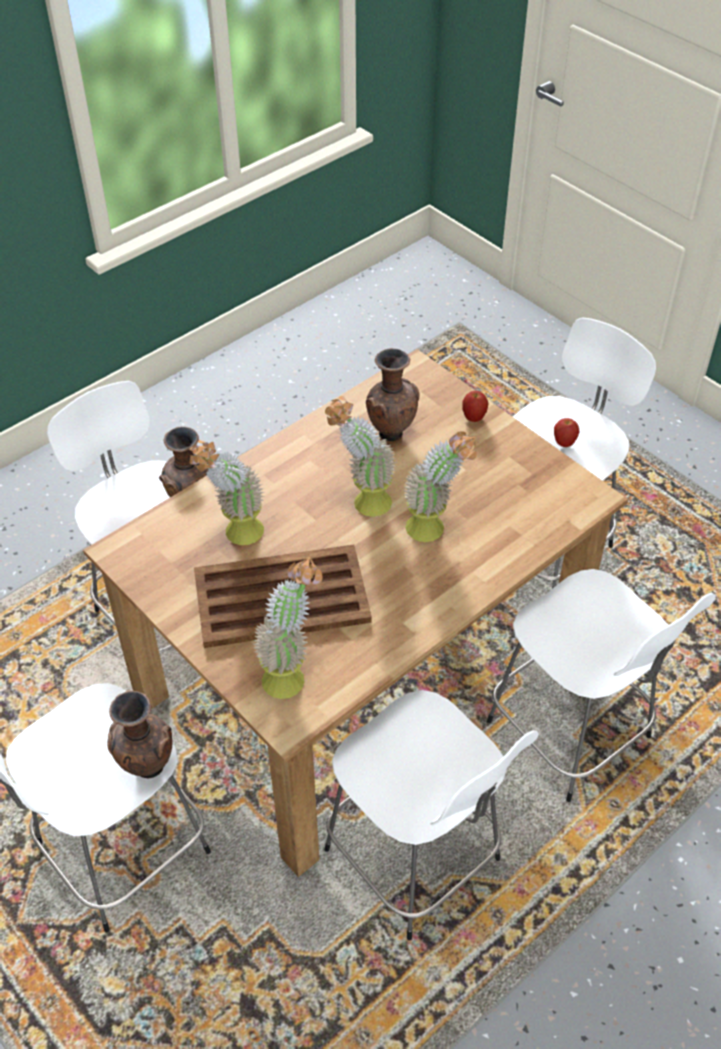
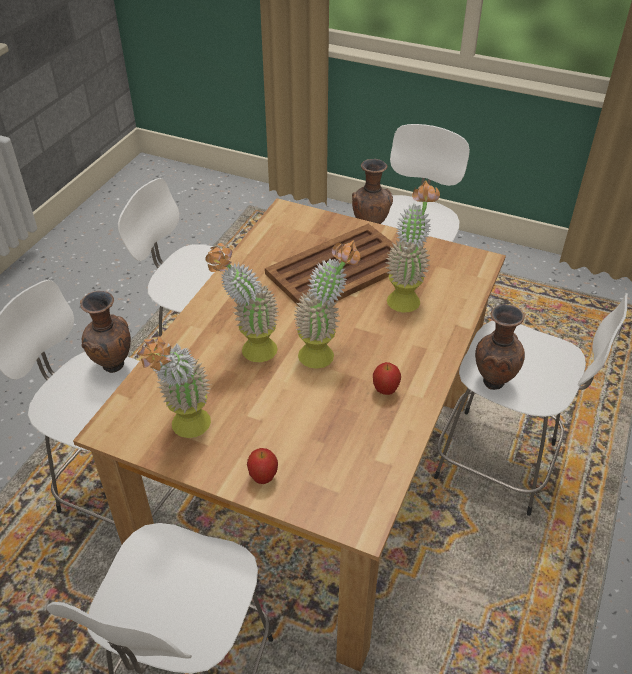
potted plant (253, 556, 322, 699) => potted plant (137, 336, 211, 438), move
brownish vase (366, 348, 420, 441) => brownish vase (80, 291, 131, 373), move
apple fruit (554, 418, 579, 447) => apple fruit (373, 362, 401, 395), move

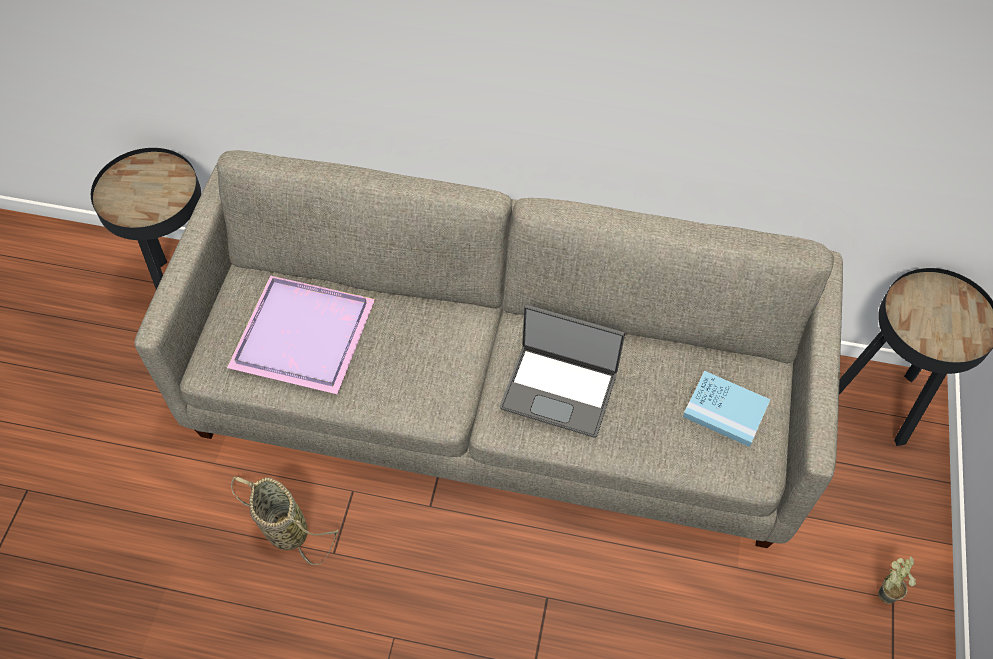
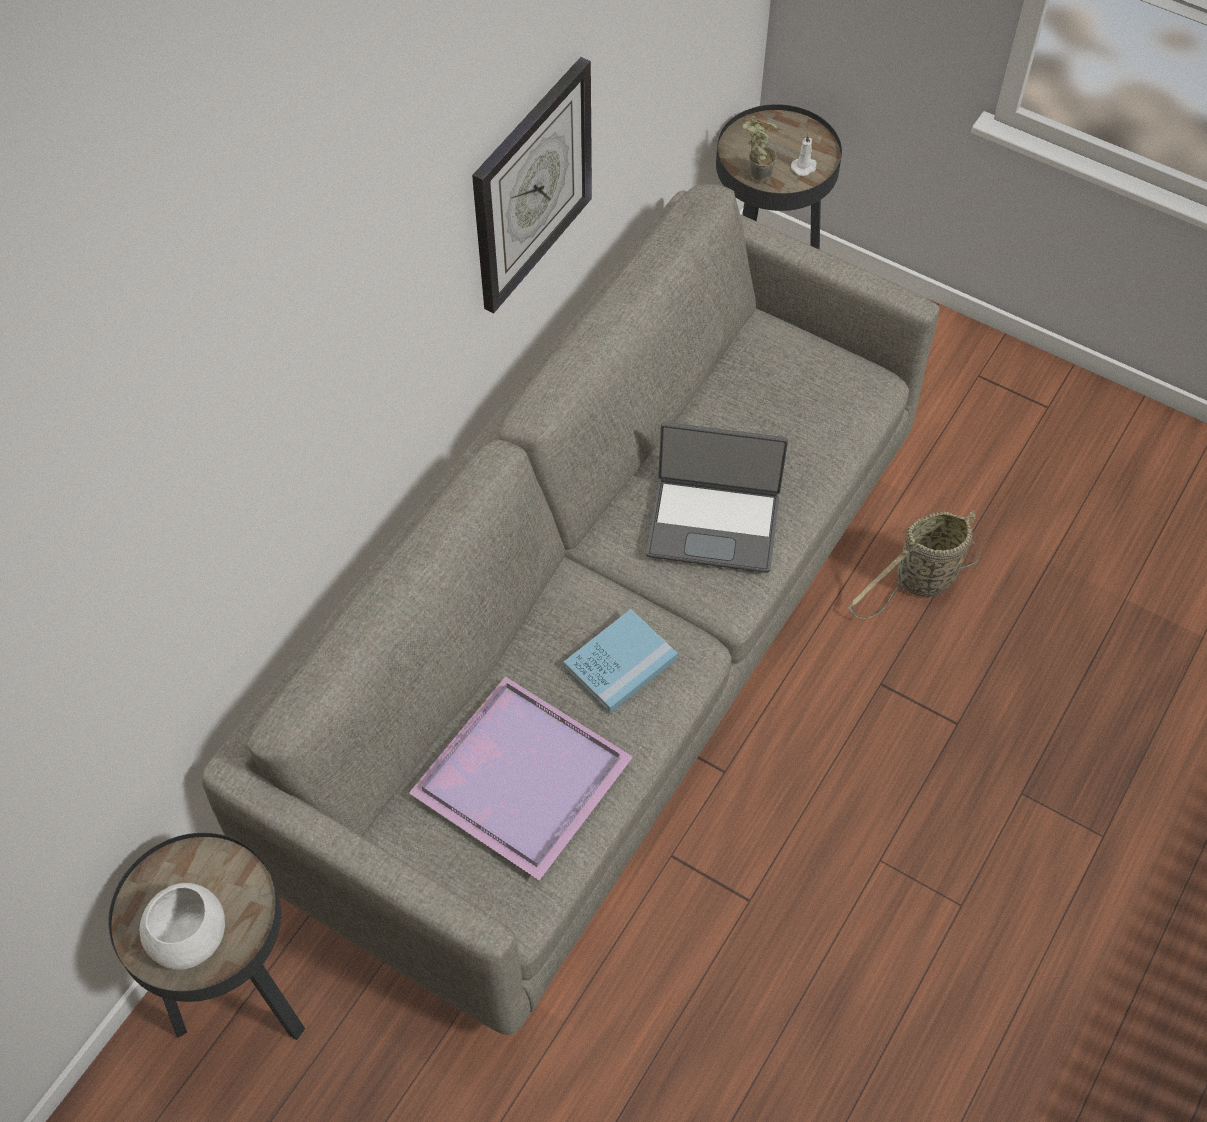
nothing => white bowl (139, 883, 225, 970)
nothing => wall clock (472, 57, 592, 314)
nothing => white wax candle (791, 133, 817, 176)
basket (231, 476, 338, 565) => basket (848, 511, 980, 619), move
bluish book (683, 371, 771, 447) => bluish book (564, 609, 678, 713), move
potted plant (878, 556, 916, 604) => potted plant (742, 114, 777, 184), move
laptop (500, 305, 625, 438) => laptop (646, 422, 788, 573), 60 degrees clockwise

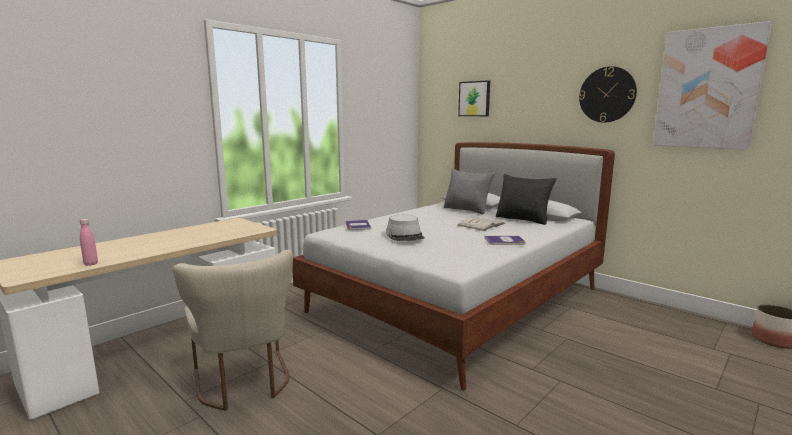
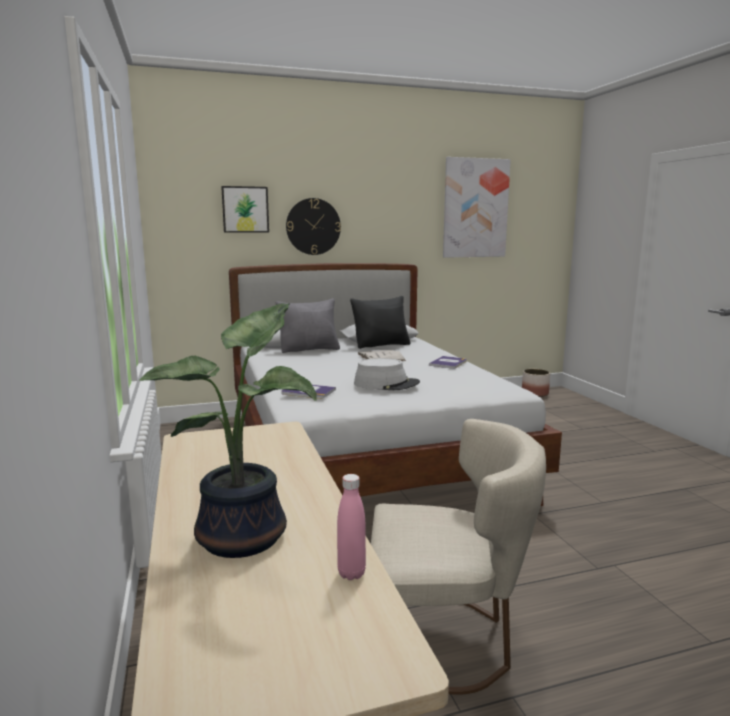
nothing => potted plant (139, 303, 317, 558)
wall clock (579, 66, 637, 123) => wall clock (286, 198, 341, 255), move

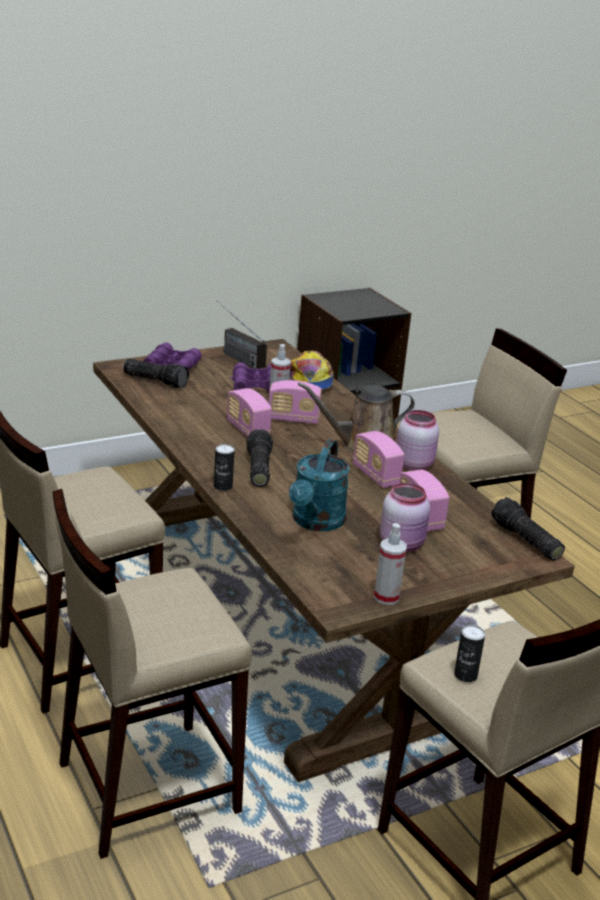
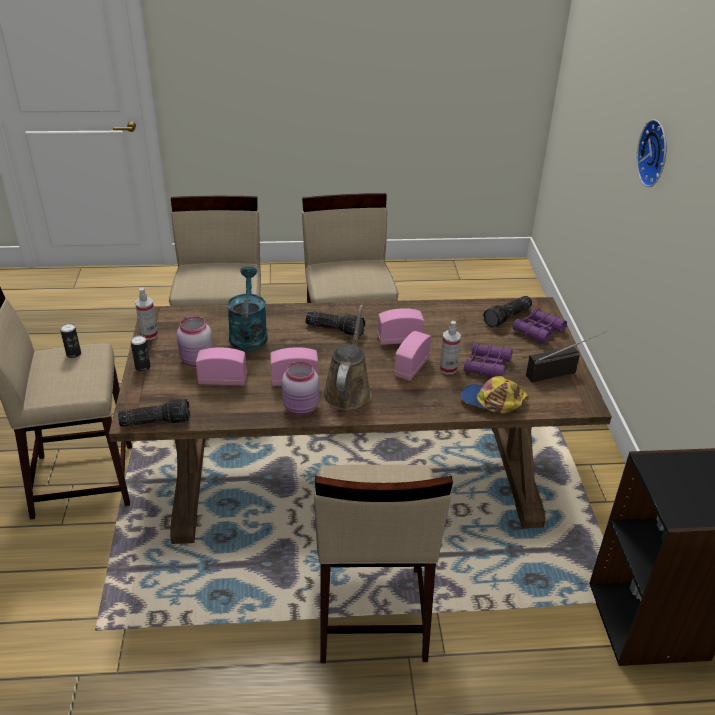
nothing => wall clock (637, 119, 666, 187)
sealed can (214, 444, 235, 491) => sealed can (131, 335, 150, 372), move
blue-green watering can (289, 439, 350, 531) => blue-green watering can (227, 266, 267, 351), 45 degrees clockwise

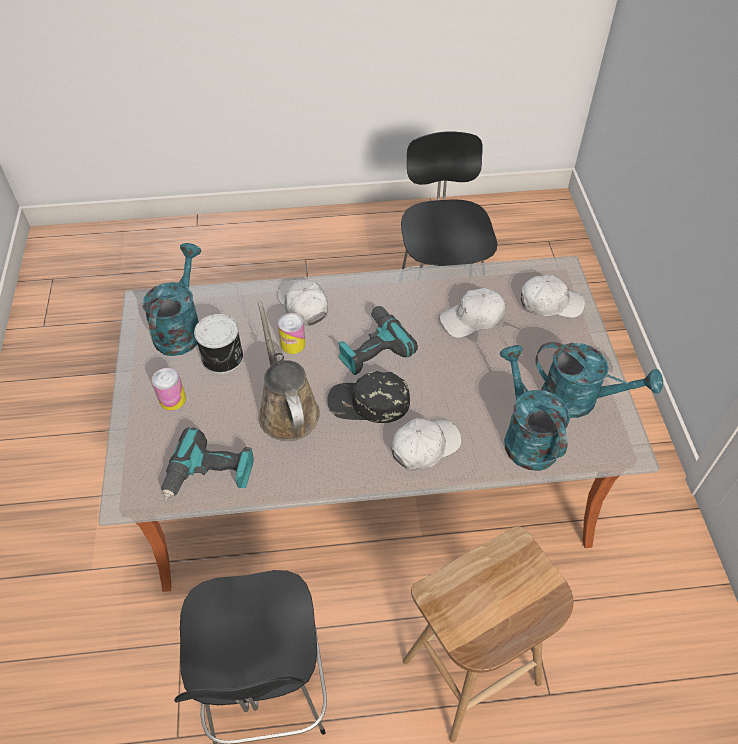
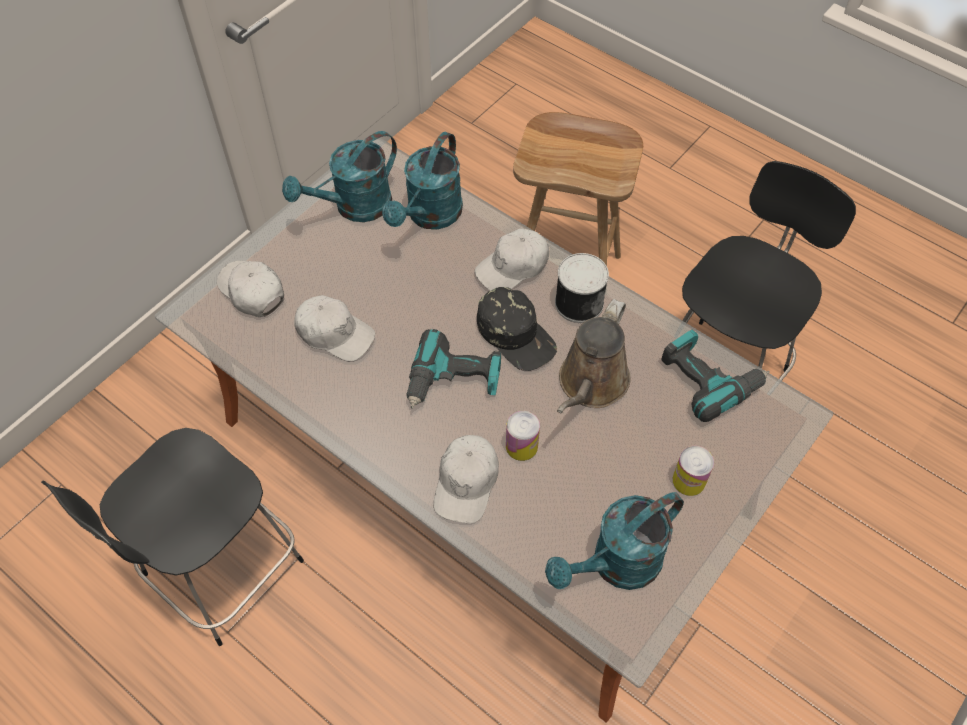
sealed can (194, 314, 244, 374) => sealed can (555, 253, 609, 323), move
white peaked cap (391, 418, 461, 471) => white peaked cap (474, 229, 549, 291), 45 degrees counterclockwise
blue-green watering can (535, 342, 663, 418) => blue-green watering can (282, 131, 397, 222), 105 degrees counterclockwise

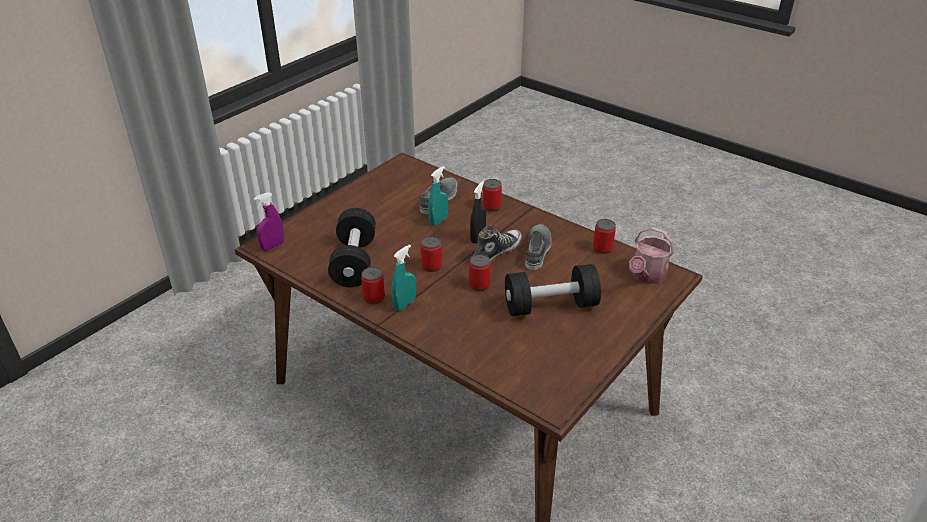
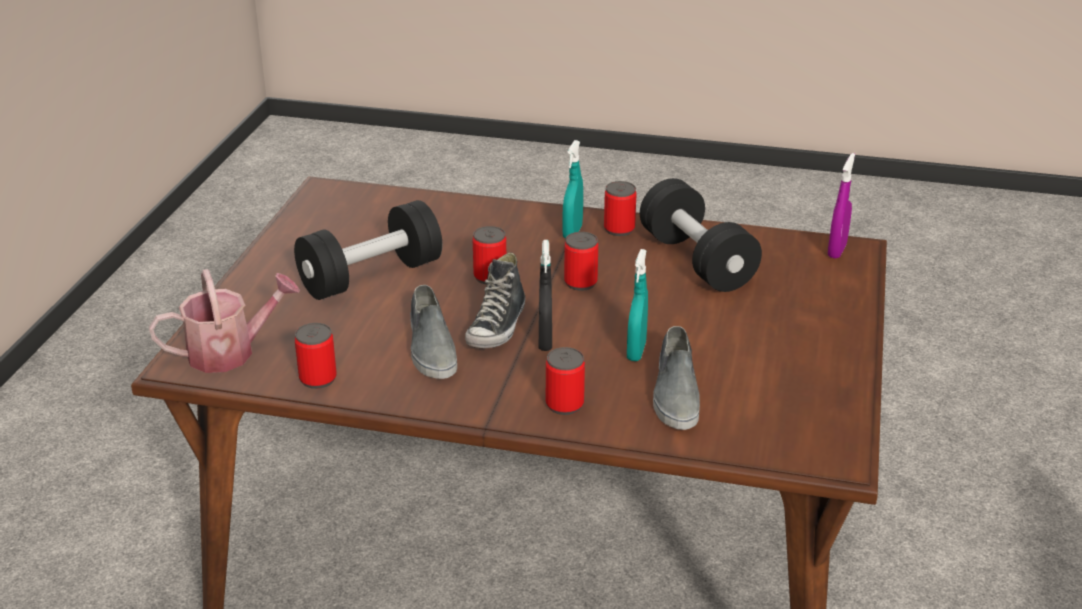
watering can (629, 227, 674, 284) => watering can (149, 269, 300, 373), 60 degrees clockwise

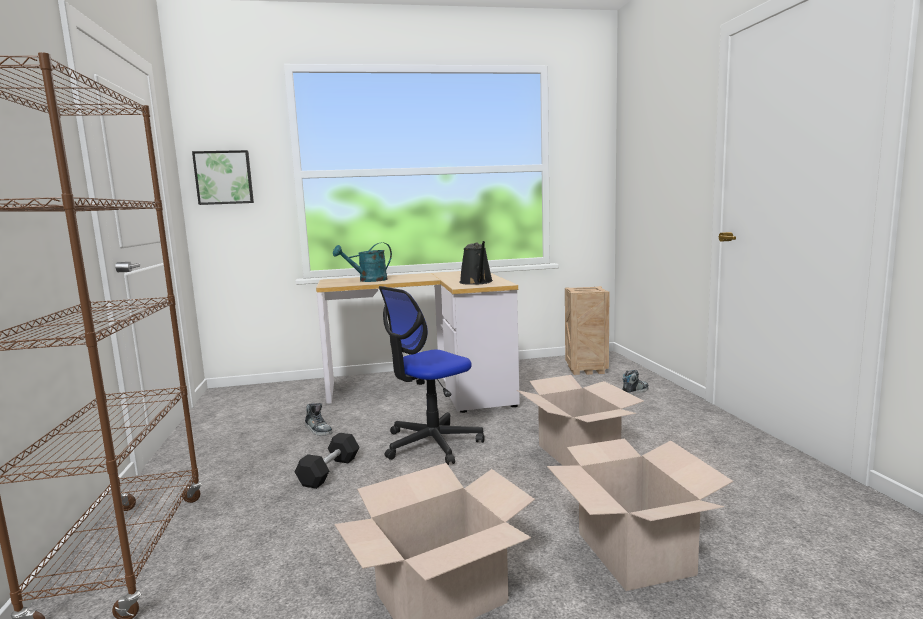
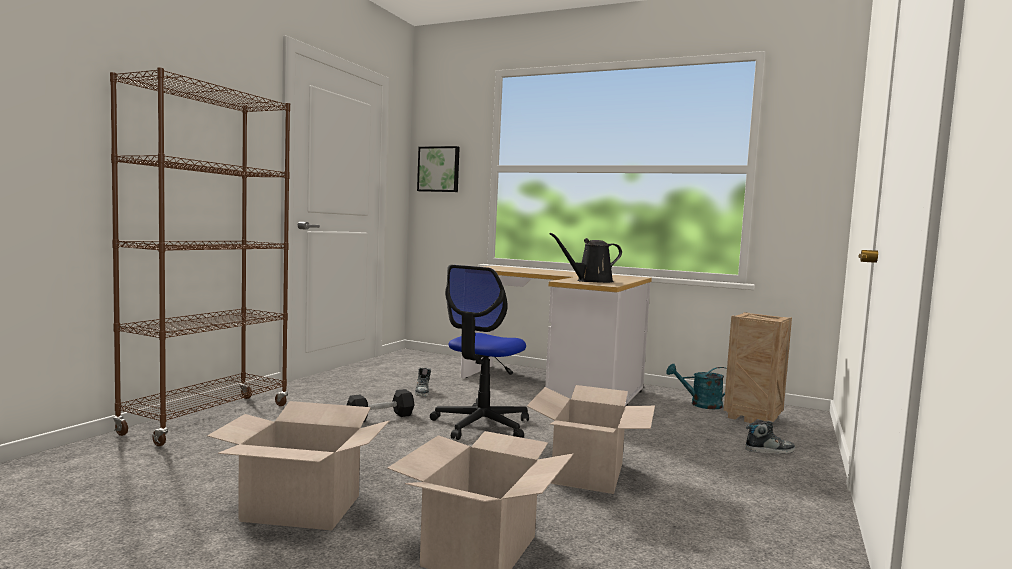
blue-green watering can (333, 242, 392, 282) => blue-green watering can (666, 363, 727, 409), move
office chair (379, 286, 485, 465) => office chair (430, 265, 529, 440), 60 degrees counterclockwise
black-coloured watering can (459, 241, 493, 285) => black-coloured watering can (550, 233, 622, 283), 45 degrees clockwise

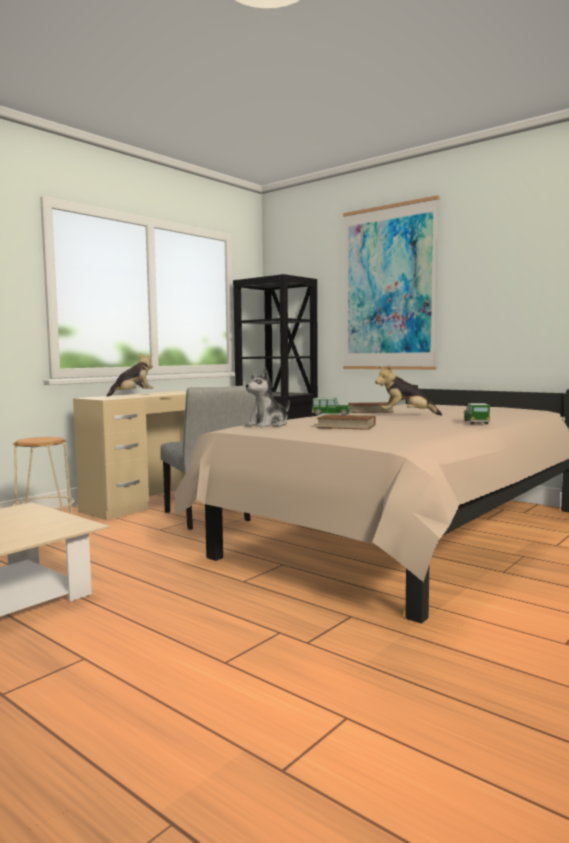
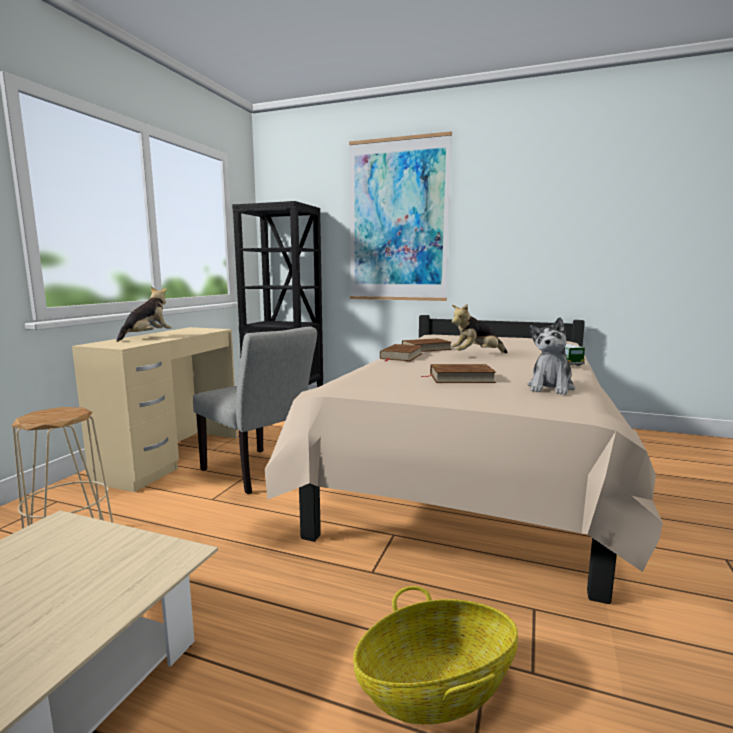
nothing => basket (353, 586, 518, 724)
soft toy (245, 368, 290, 427) => soft toy (527, 317, 575, 395), move
model car (312, 398, 353, 415) => brownish book (380, 344, 423, 361)

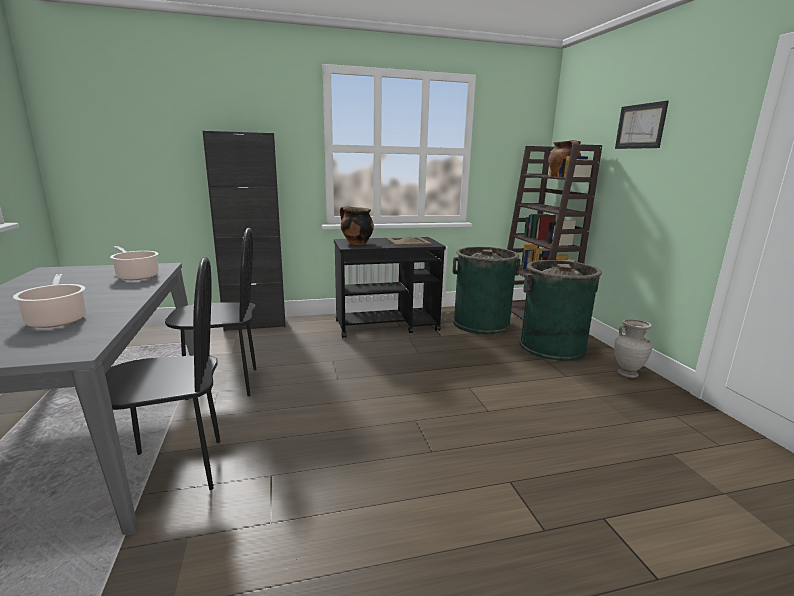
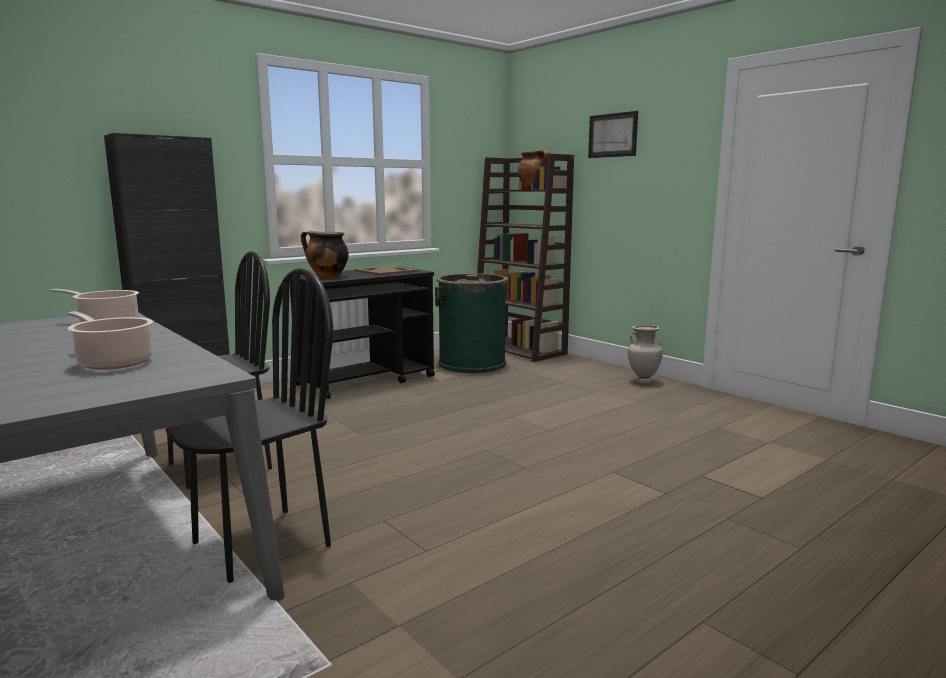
greenish rubbish bin (519, 260, 602, 362) => nothing

